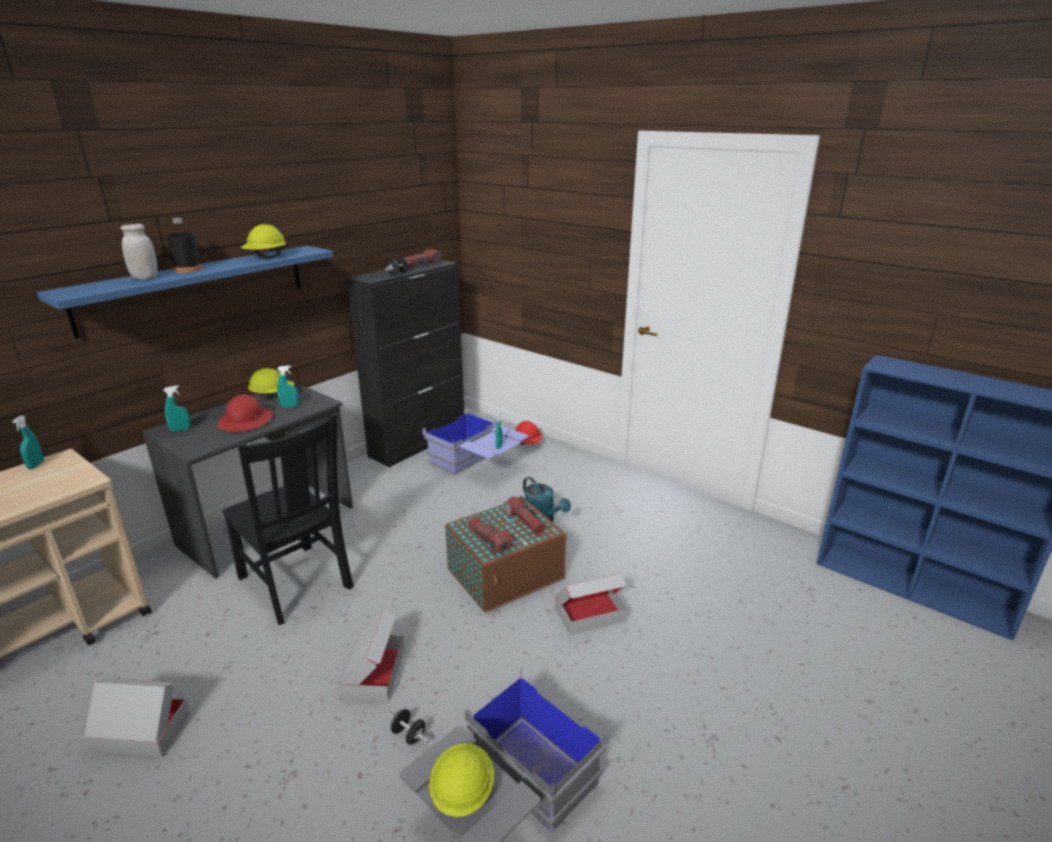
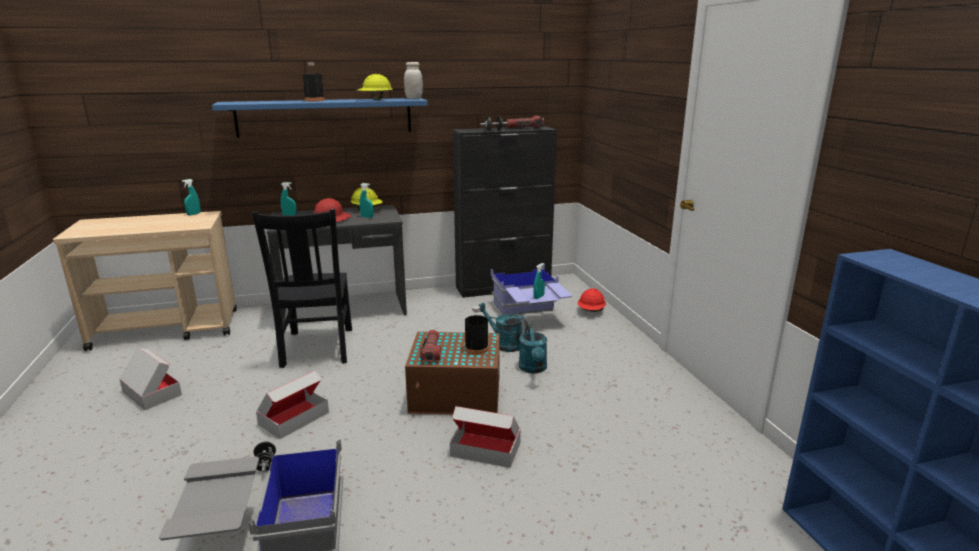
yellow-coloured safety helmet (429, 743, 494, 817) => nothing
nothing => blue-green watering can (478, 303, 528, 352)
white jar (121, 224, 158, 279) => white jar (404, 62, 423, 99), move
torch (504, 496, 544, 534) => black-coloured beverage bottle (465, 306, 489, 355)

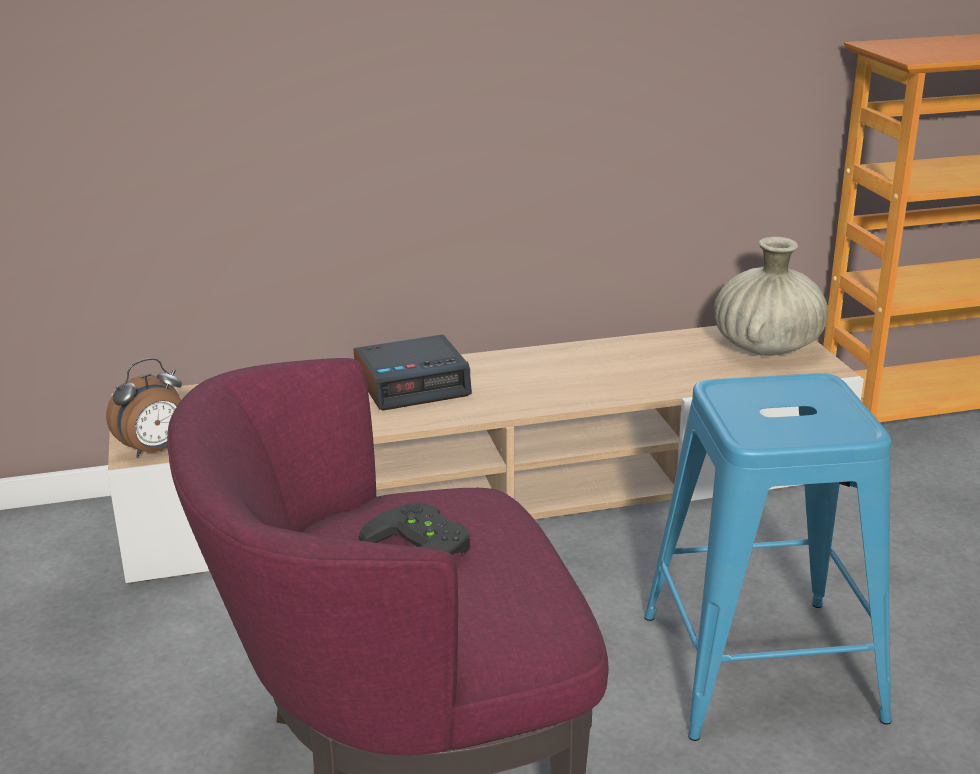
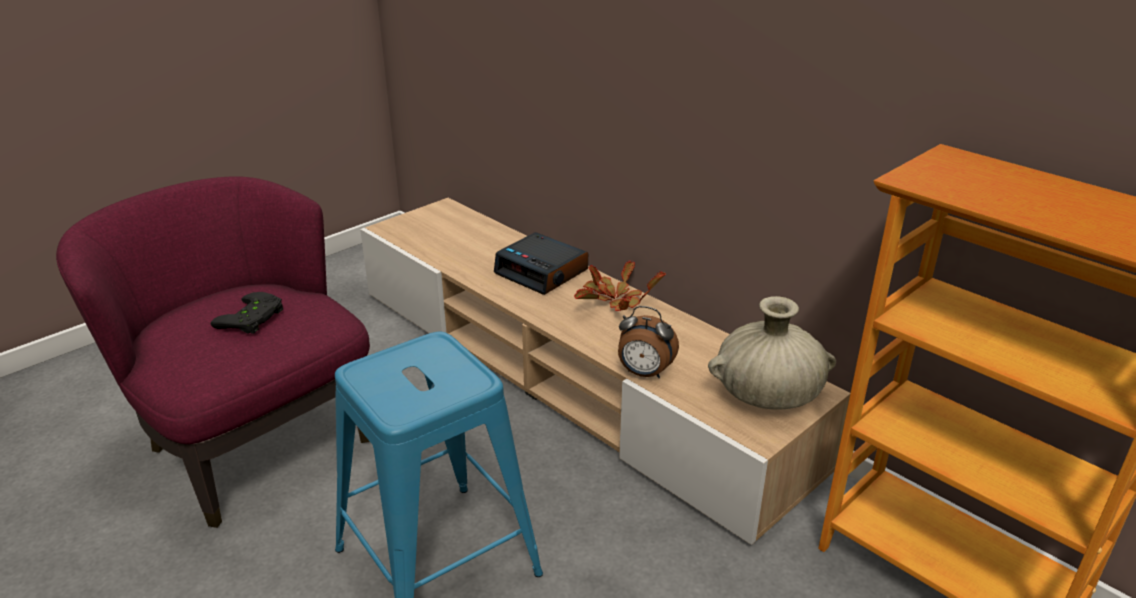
nothing => potted plant (574, 261, 666, 311)
alarm clock (106, 358, 182, 458) => alarm clock (618, 306, 679, 378), move

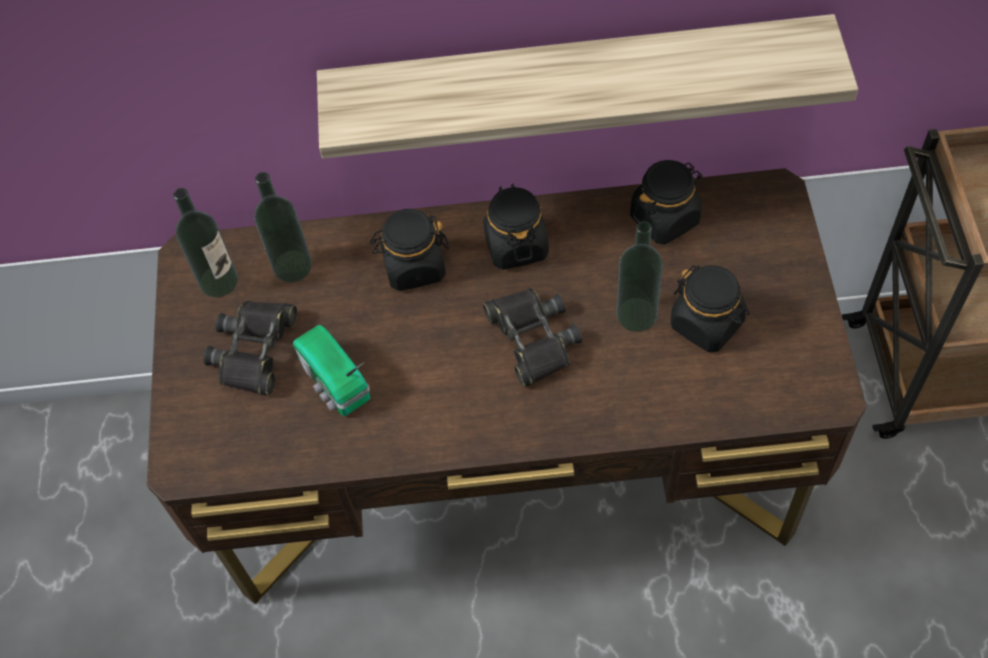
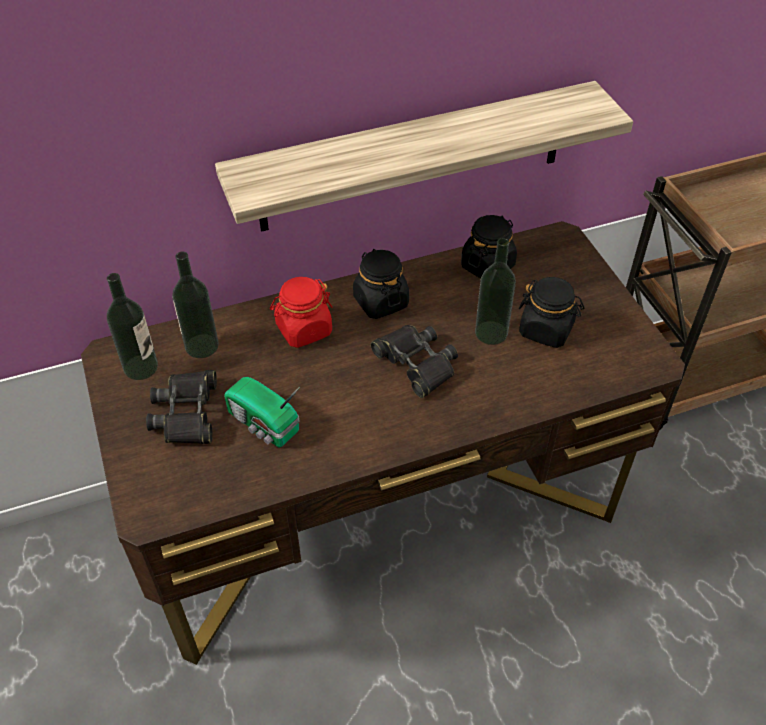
black-coloured jar (370, 209, 449, 291) => reddish jar (270, 277, 333, 348)

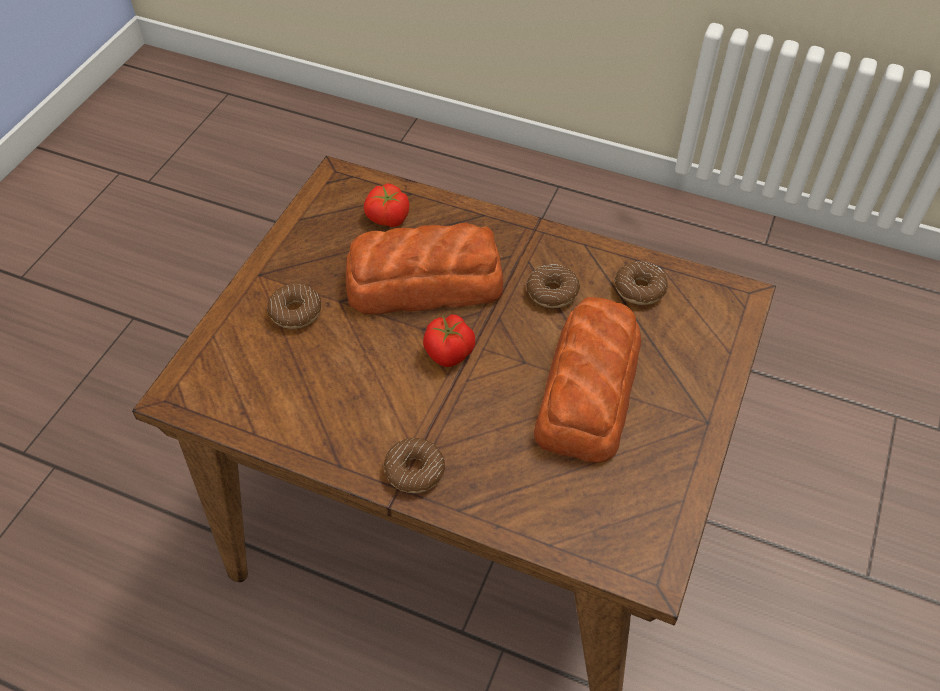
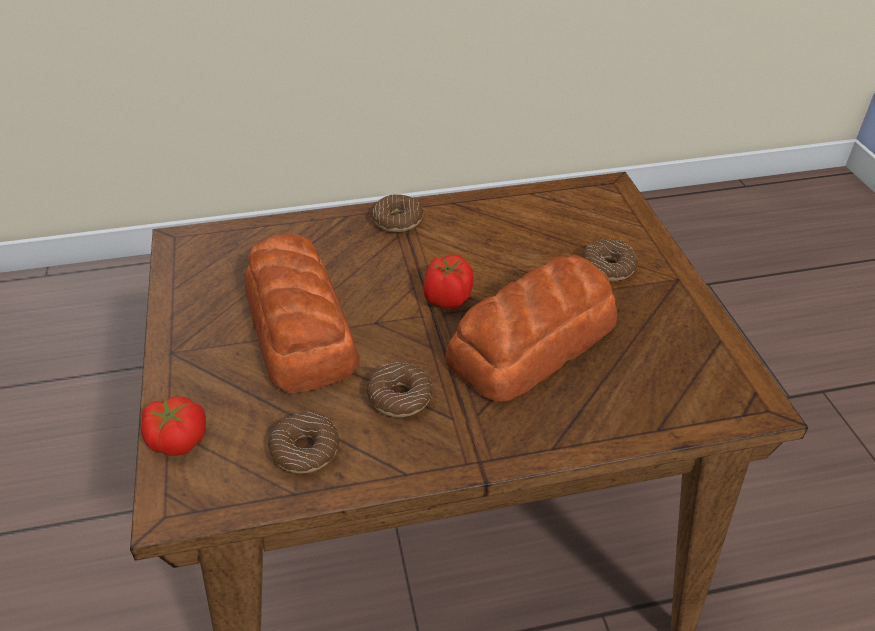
fresh tomato (364, 183, 410, 227) => fresh tomato (141, 397, 206, 456), move

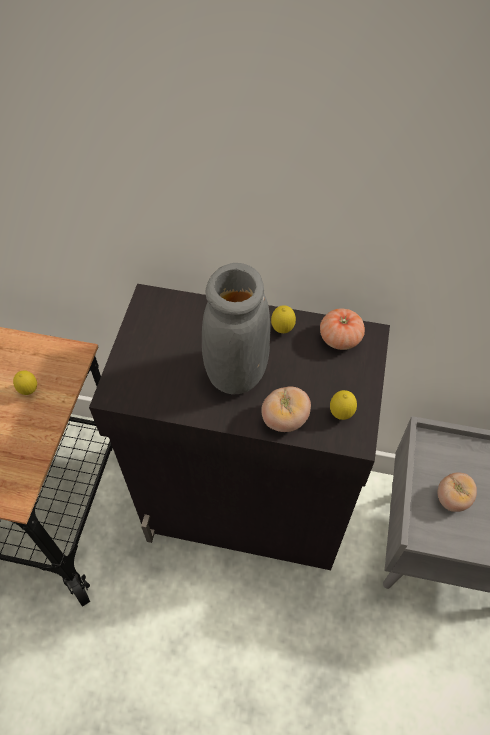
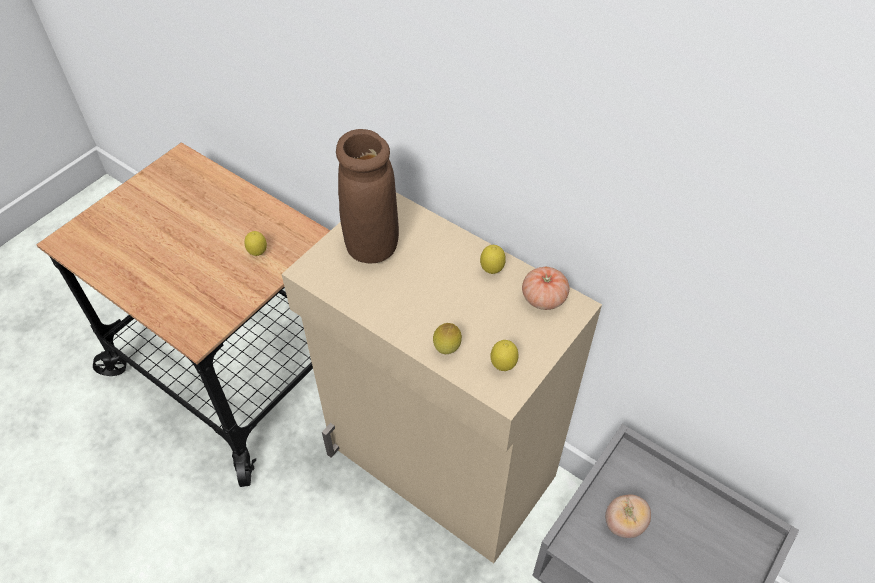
gray vase (202, 263, 270, 394) => nothing
nothing => brownish vase (336, 129, 399, 264)
fresh tomato (261, 386, 311, 432) => citrus fruit (433, 323, 462, 354)
black-coloured cupboard (89, 284, 390, 570) => beige-coloured cupboard (281, 192, 602, 563)

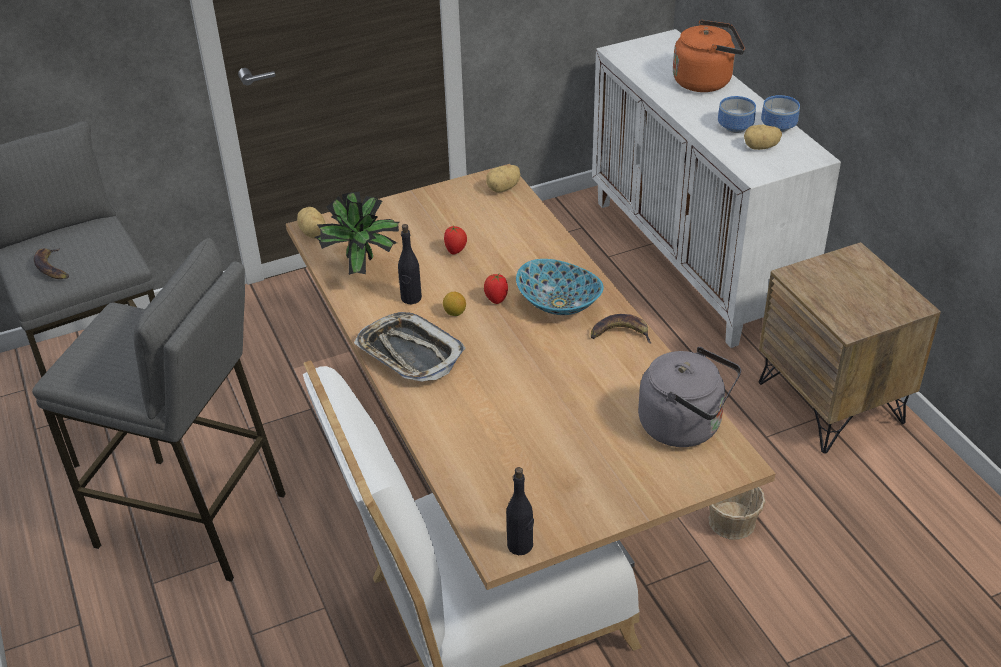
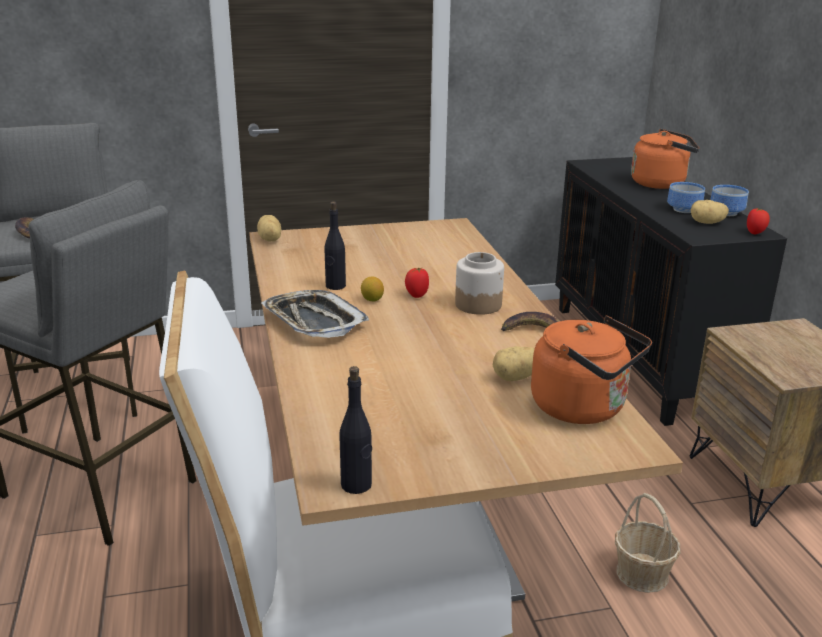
potted plant (314, 192, 399, 275) => nothing
fresh tomato (444, 225, 467, 255) => fresh tomato (747, 208, 770, 234), move
spud (486, 165, 520, 193) => spud (493, 346, 535, 381), move
bowl (516, 259, 604, 315) => jar (455, 252, 504, 315)
white cupboard (592, 29, 841, 348) => black-coloured cupboard (555, 157, 787, 426)
gray water kettle (638, 347, 741, 447) => orangey water kettle (531, 316, 652, 424)

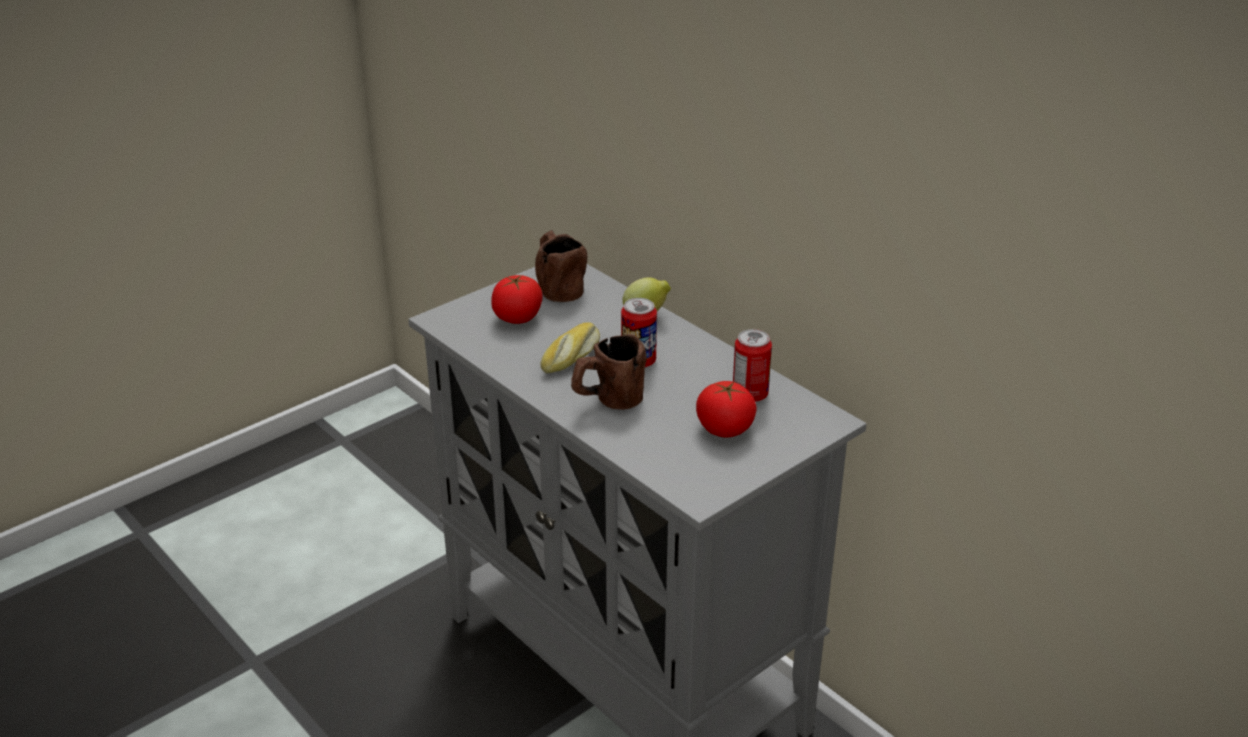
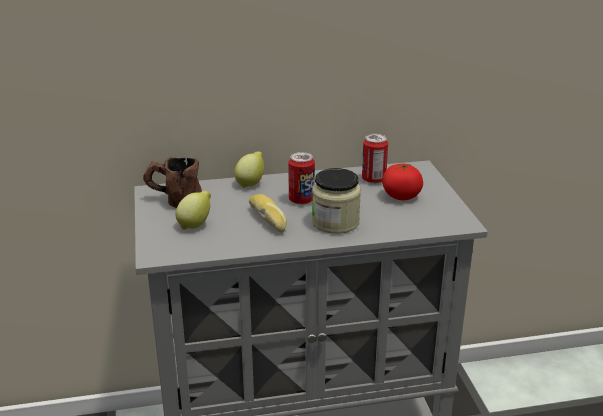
fresh tomato (491, 275, 543, 324) => citrus fruit (176, 191, 211, 230)
brownish mug (571, 334, 647, 410) => jar (312, 168, 361, 234)

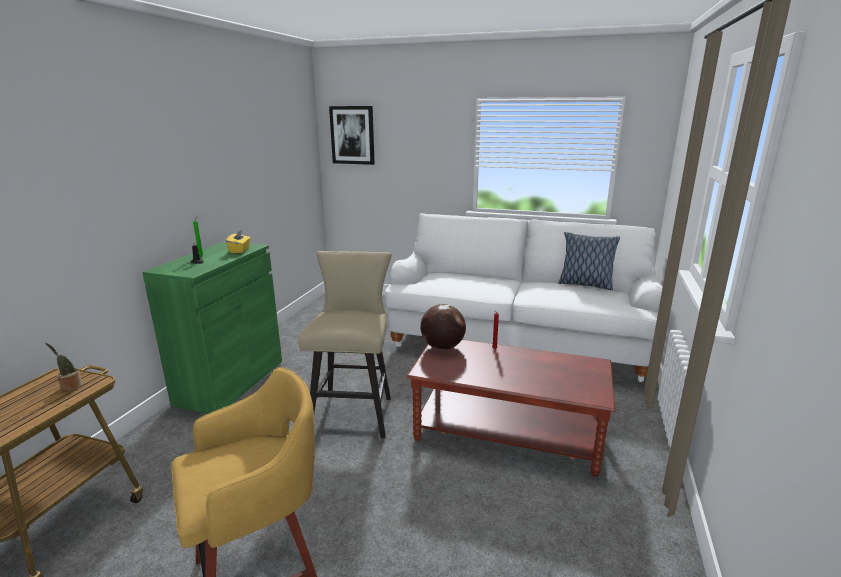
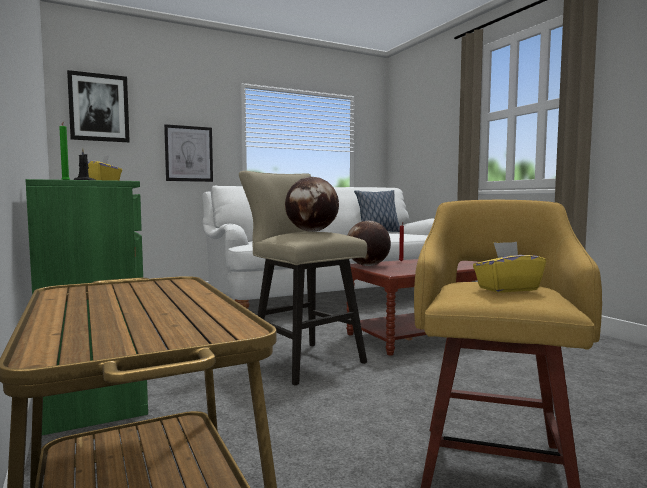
potted plant (45, 343, 83, 392) => nothing
nothing => picture (164, 124, 213, 182)
nothing => world globe (285, 177, 339, 232)
nothing => yellow-coloured tissue holder (473, 242, 546, 293)

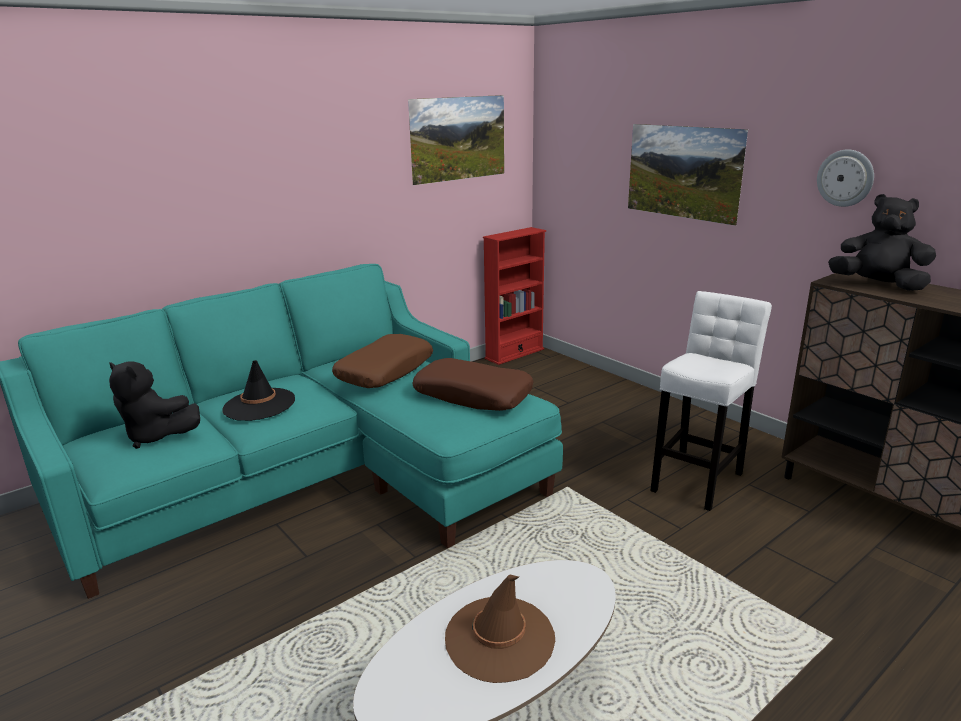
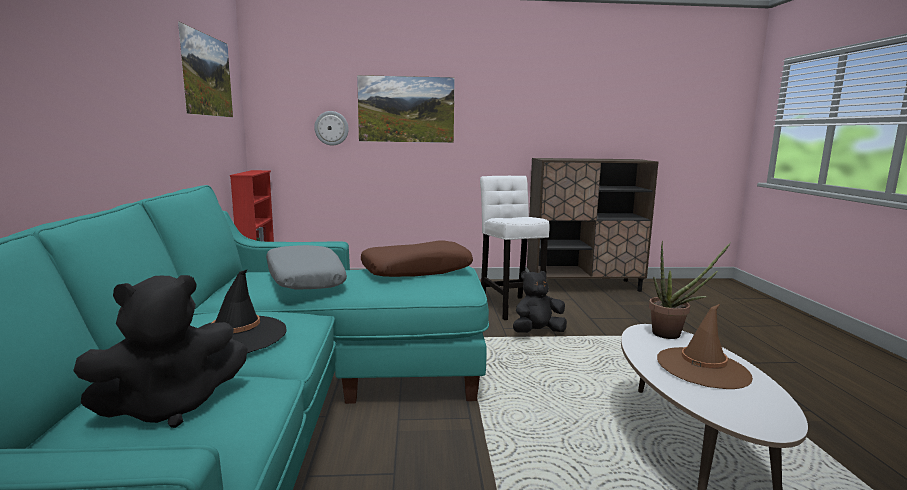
nothing => potted plant (649, 241, 730, 339)
wall clock (817, 149, 874, 207) => wall clock (314, 111, 349, 146), move
black-coloured soft toy (828, 194, 936, 291) => black-coloured soft toy (513, 271, 567, 333), move
brownish throw pillow (332, 334, 433, 388) => gray throw pillow (266, 245, 347, 290)

